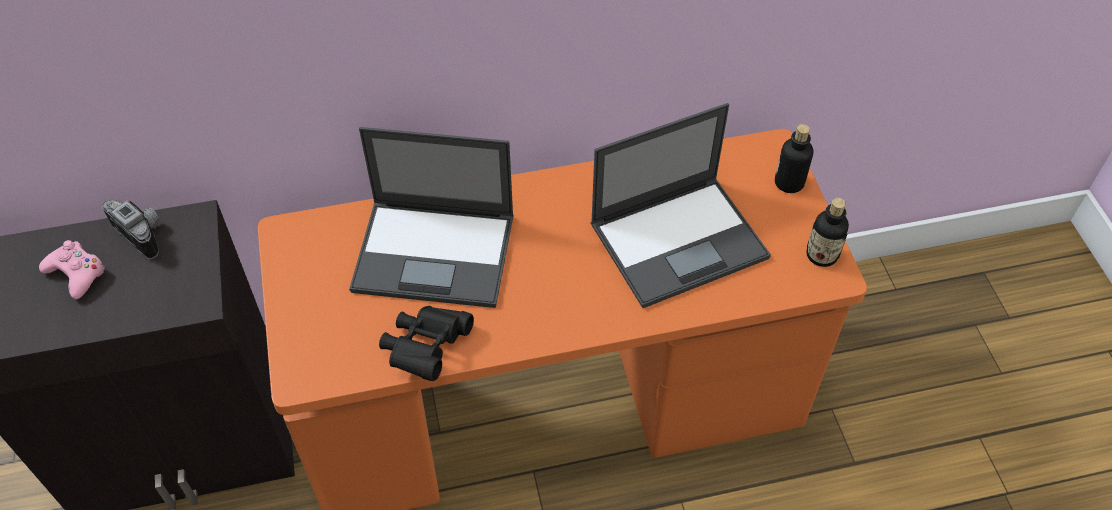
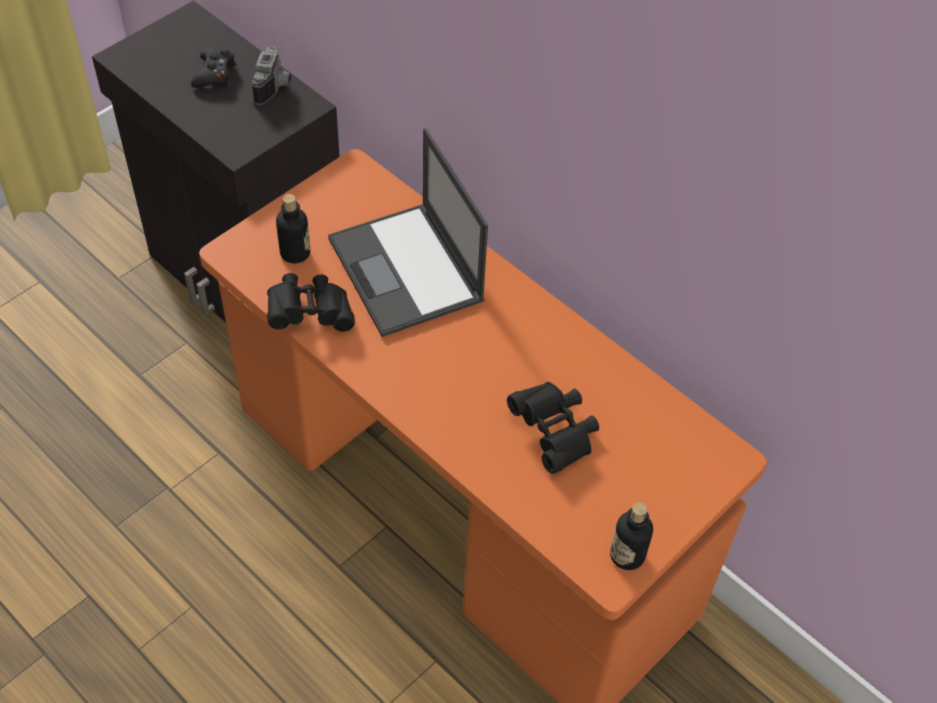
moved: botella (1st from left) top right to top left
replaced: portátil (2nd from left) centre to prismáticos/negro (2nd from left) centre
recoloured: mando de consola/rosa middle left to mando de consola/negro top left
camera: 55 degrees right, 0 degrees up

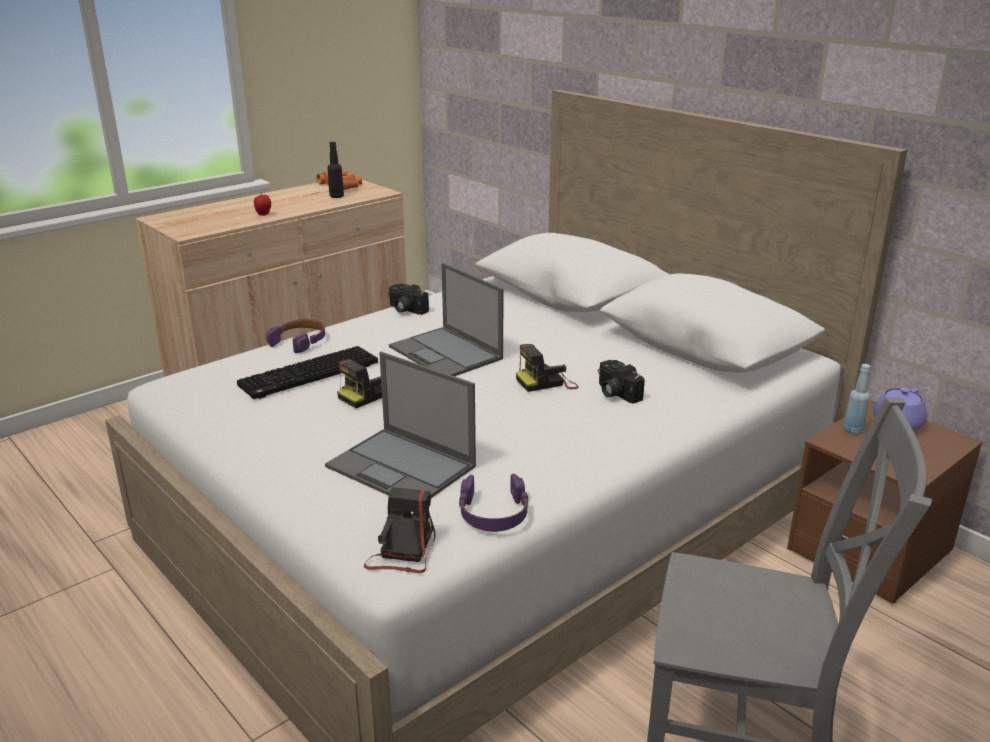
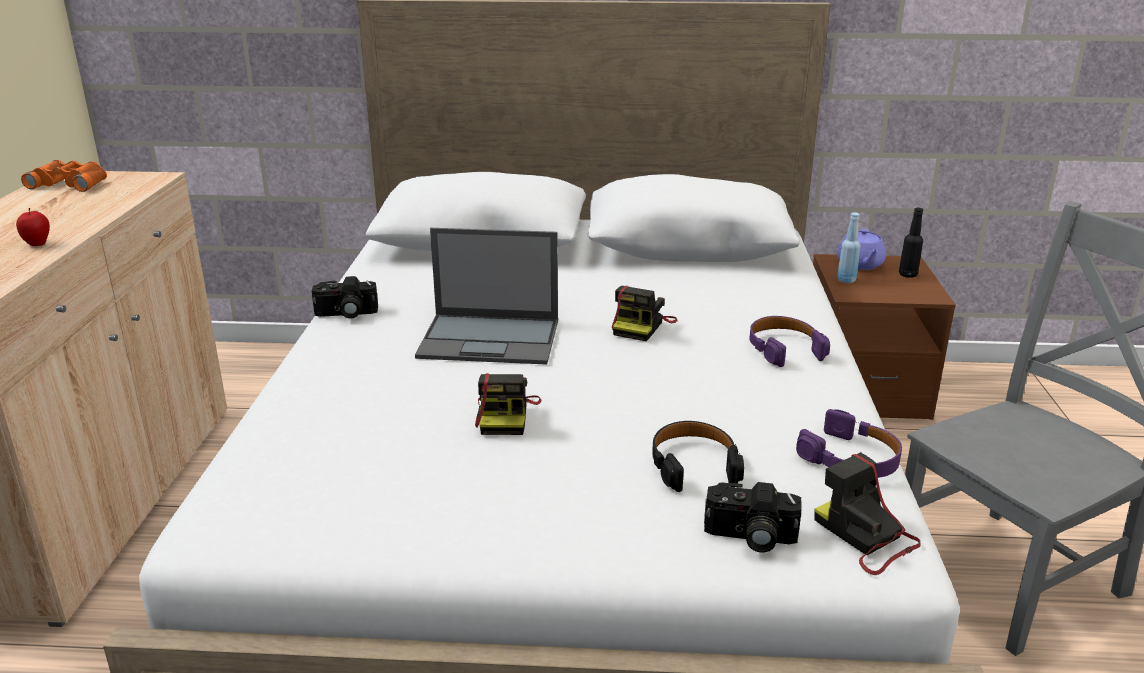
removed: teclado middle left
moved: auriculares/morado (1st from left) middle left to middle right; botella/negro top centre to middle right; cámara (5th from left in the first image) centre to cámara (4th from left) bottom centre
replaced: portátil (1st from left) centre to auriculares/negro bottom centre
camera: 45 degrees left, 0 degrees up

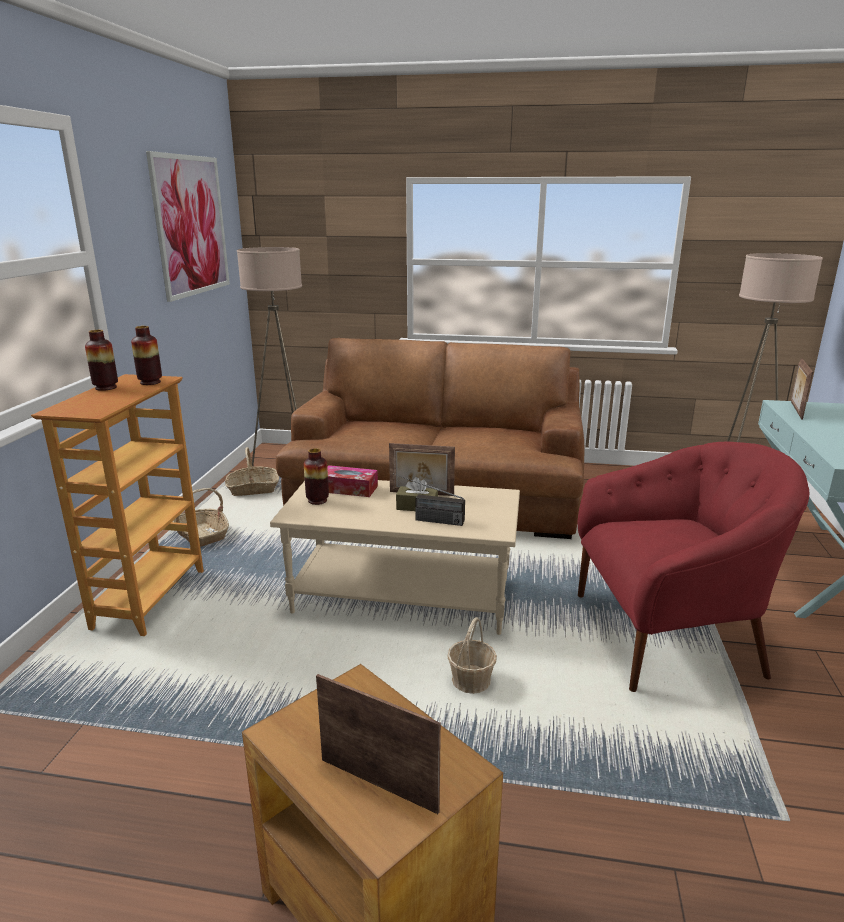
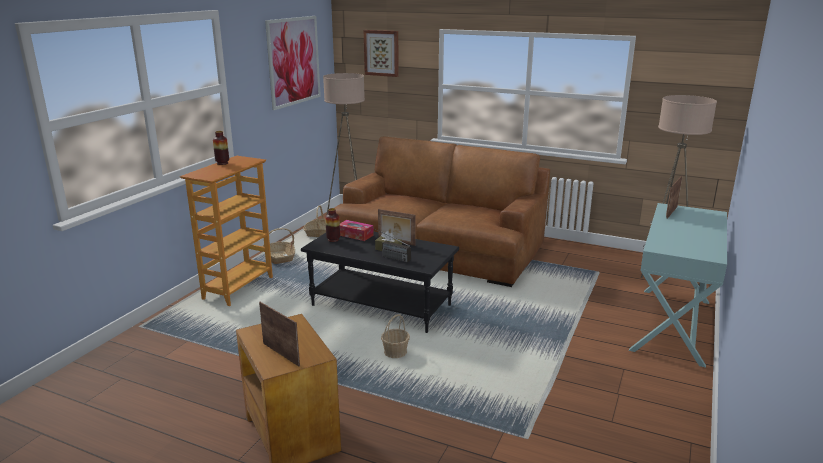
removed: florero (2nd from left) middle left; sillón/rojo middle right
added: cuadro (2nd from left) top centre
recoloured: mesa de centro/beis centre to mesa de centro/negro centre
camera: 15 degrees right, 0 degrees up

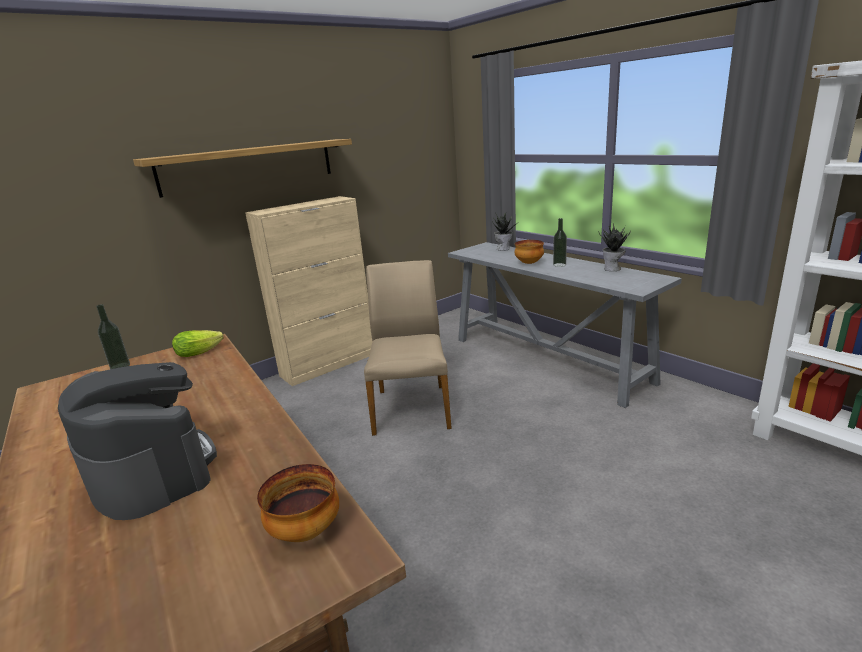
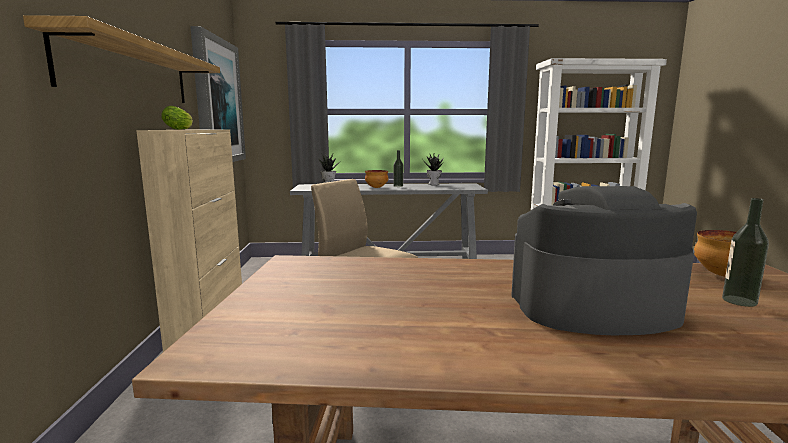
added: cuadro top left
moved: botella (1st from left in the first image) middle left to botella (2nd from left) middle right; lechuga middle left to top left
camera: 55 degrees left, 10 degrees down

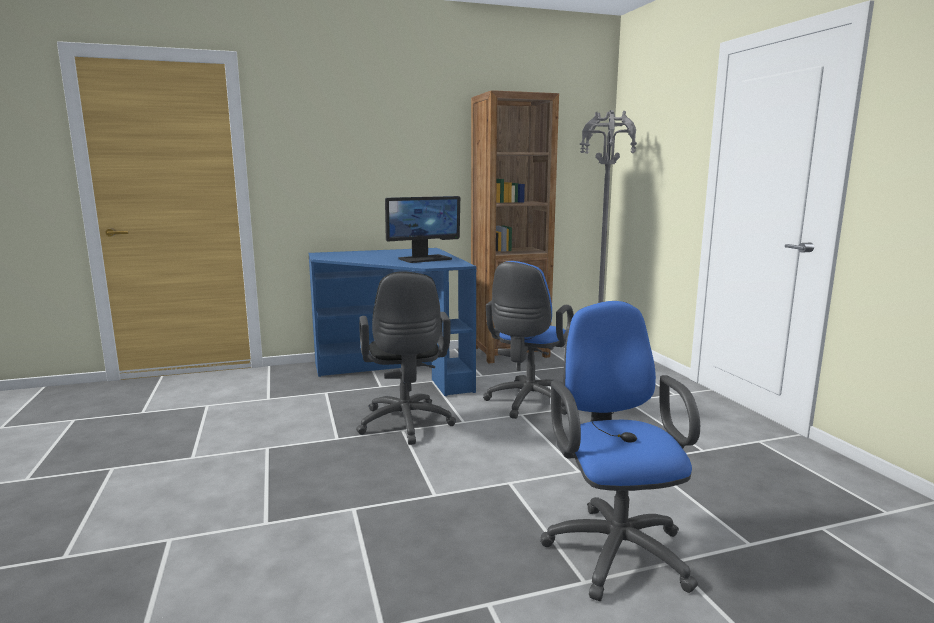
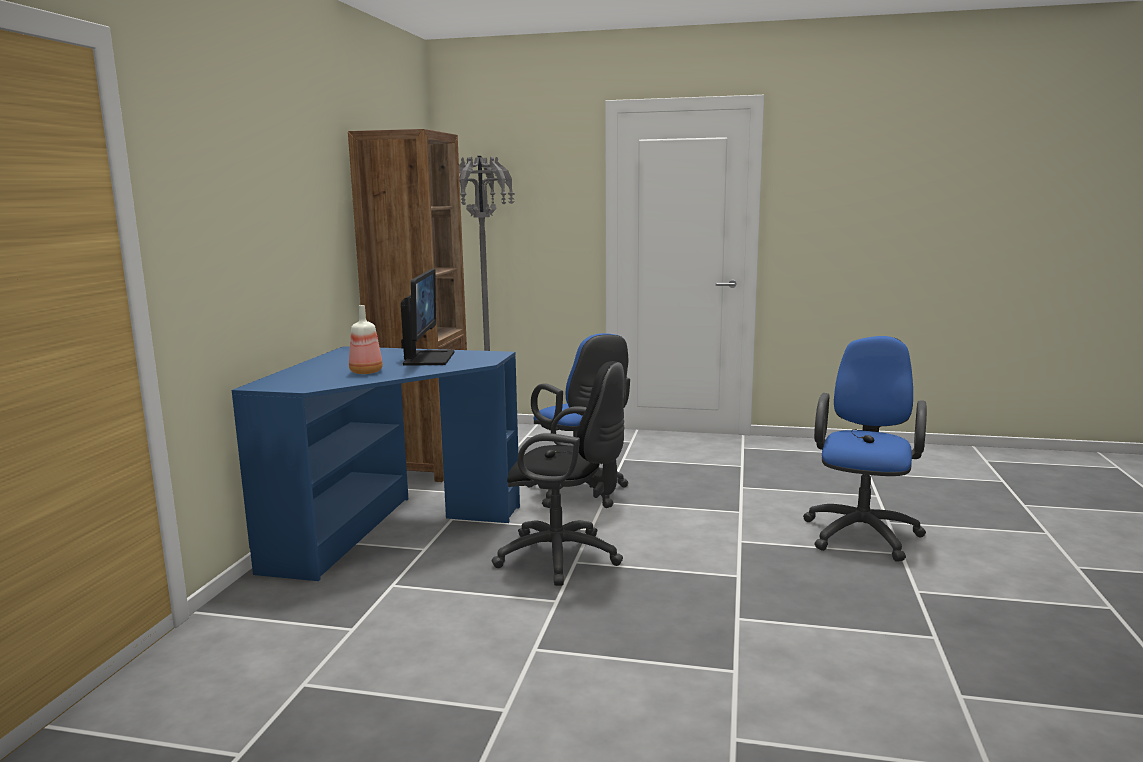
added: botella middle left
turned: silla de oficina/azul (2nd from left) bottom centre = middle right 90 degrees clockwise
camera: 60 degrees left, 0 degrees up

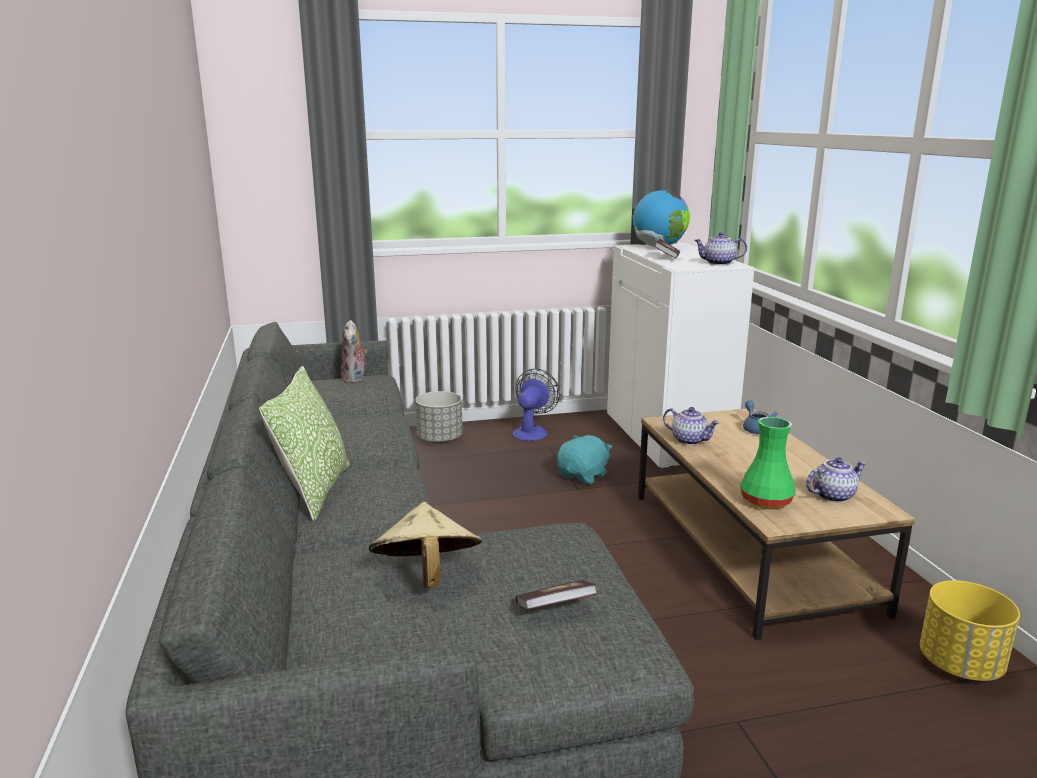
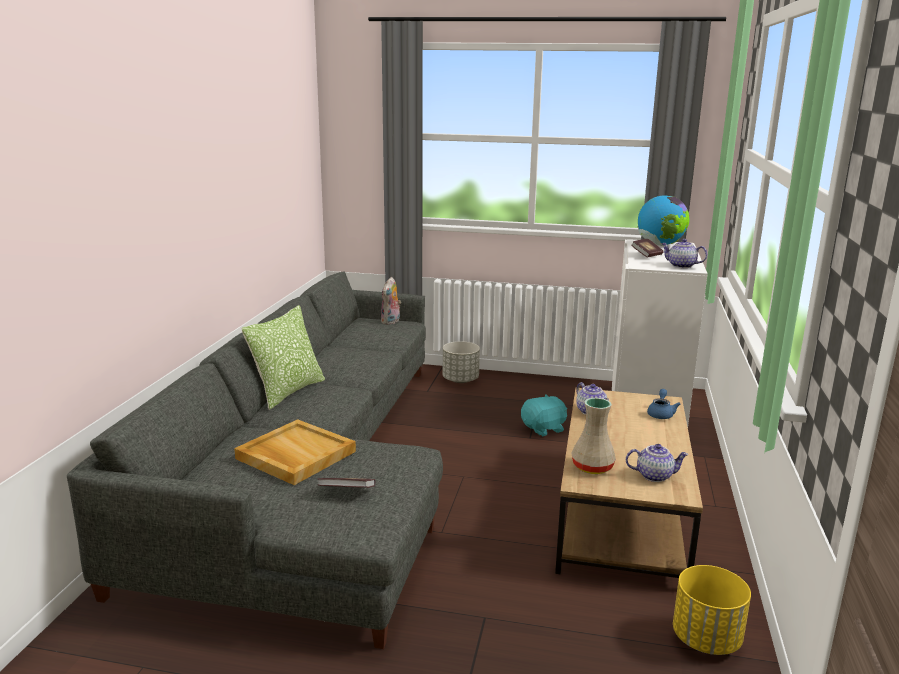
removed: ventilador centre
replaced: sombrero/beis bottom centre to bandeja/beis bottom left
recoloured: florero/verde middle right to florero/beis centre
camera: 25 degrees right, 0 degrees up

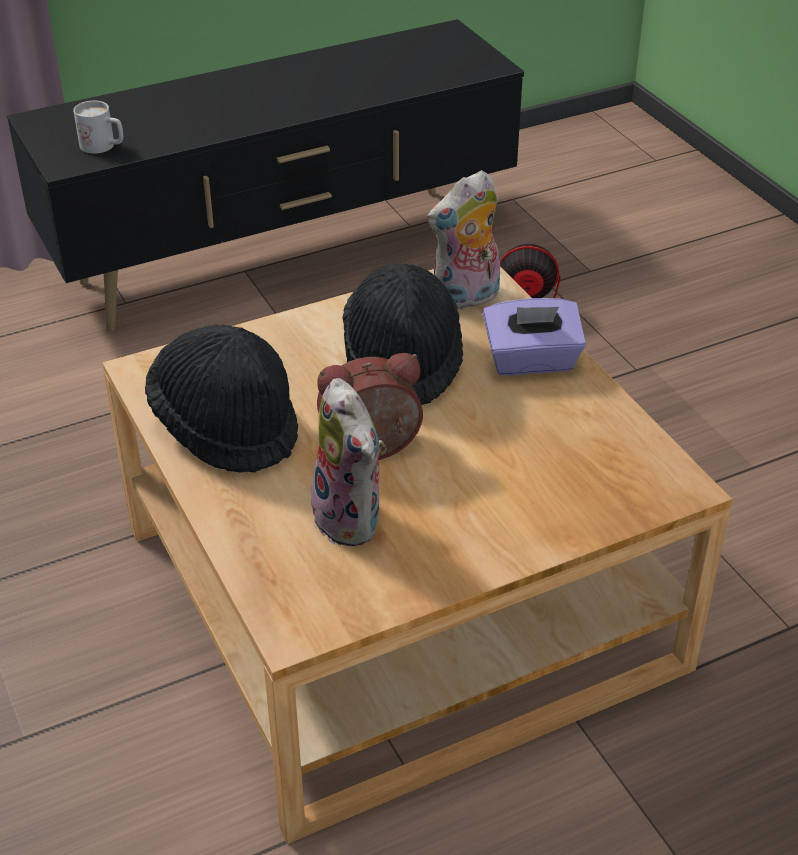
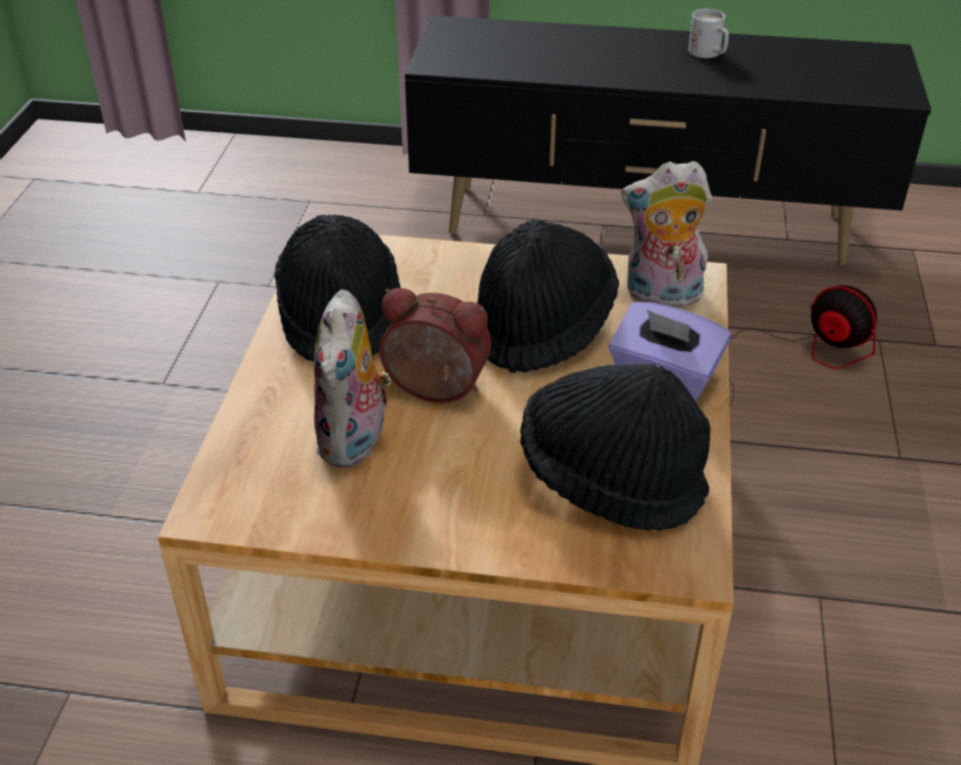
added: sombrero/negro (3rd from left) centre
moved: taza grande/blanco top left to top right
camera: 35 degrees right, 0 degrees up

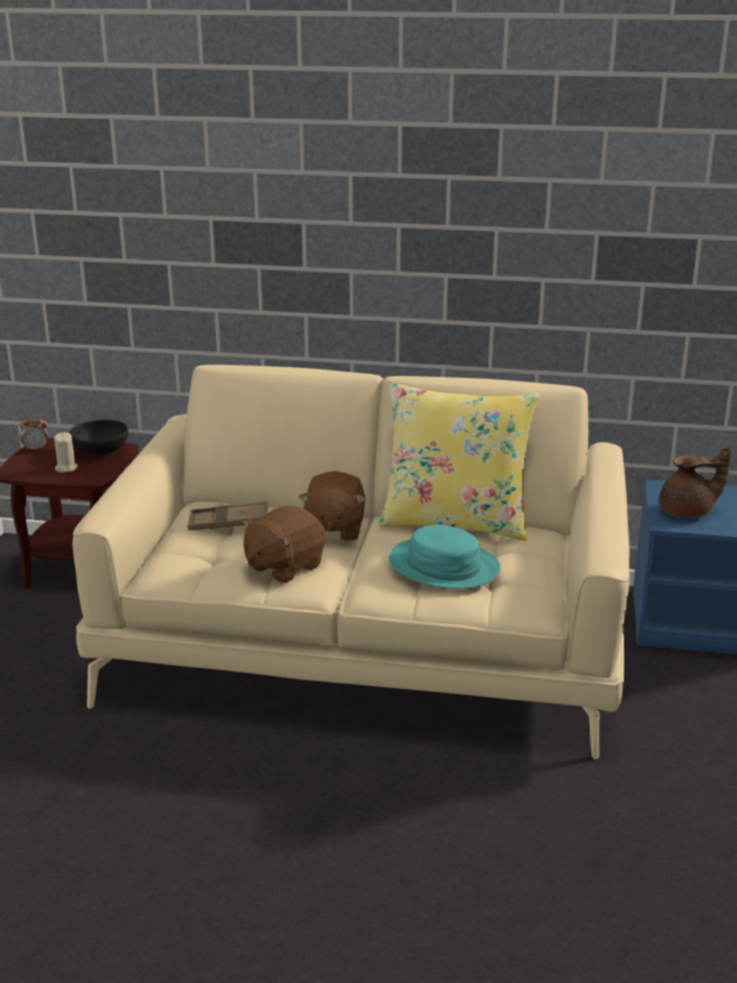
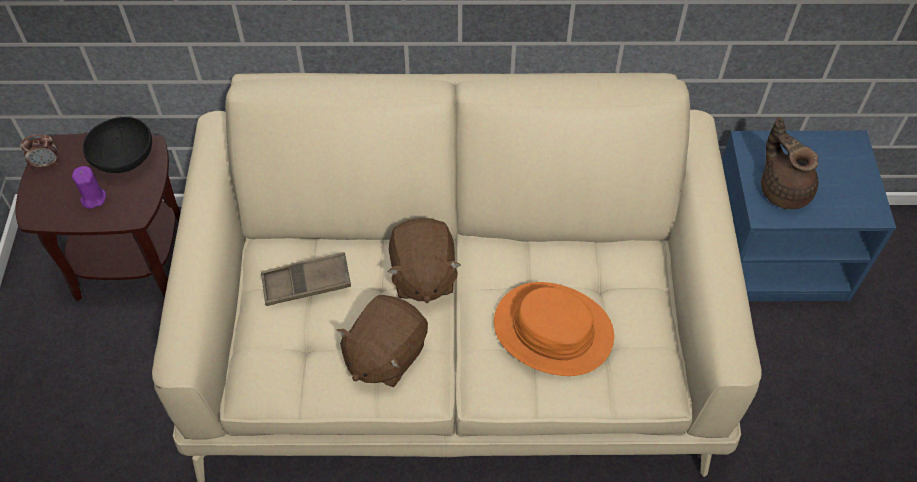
removed: cojín/amarillo centre
recoloured: vela/beis middle left to vela/morado middle left; sombrero/turquesa centre to sombrero/naranja bottom centre
turned: tetera/marrón middle right = middle right 105 degrees counterclockwise
camera: 10 degrees left, 30 degrees up

